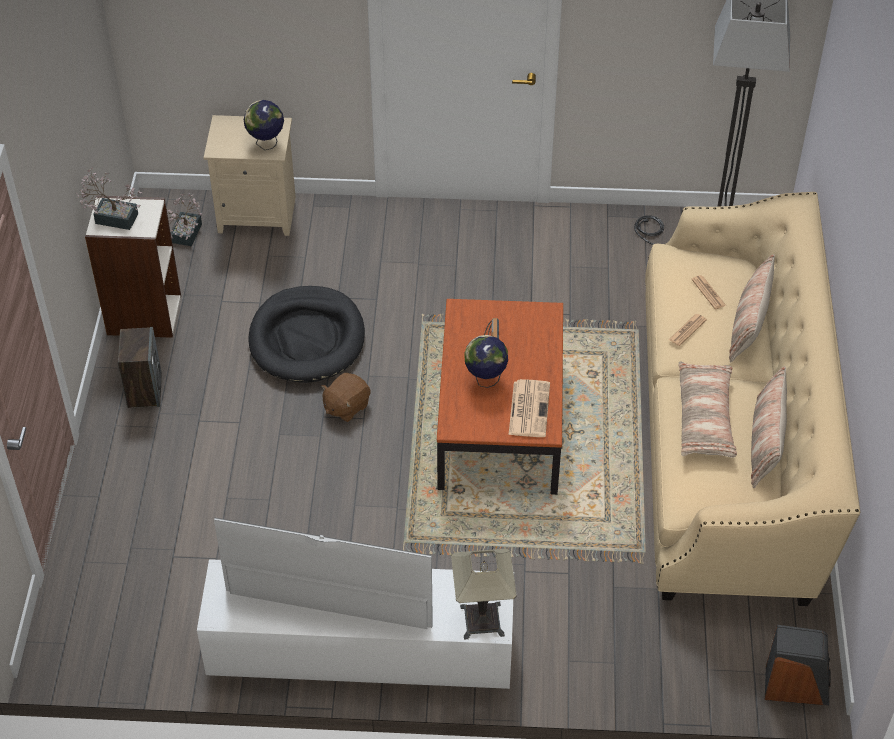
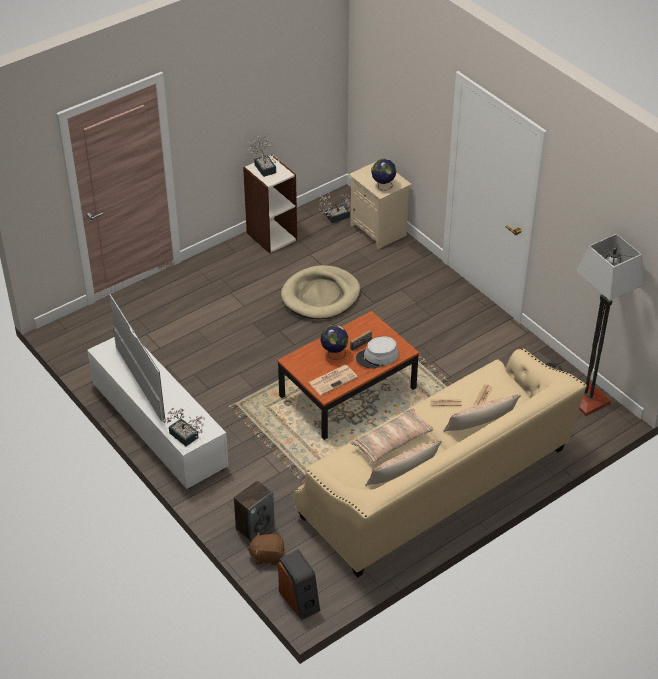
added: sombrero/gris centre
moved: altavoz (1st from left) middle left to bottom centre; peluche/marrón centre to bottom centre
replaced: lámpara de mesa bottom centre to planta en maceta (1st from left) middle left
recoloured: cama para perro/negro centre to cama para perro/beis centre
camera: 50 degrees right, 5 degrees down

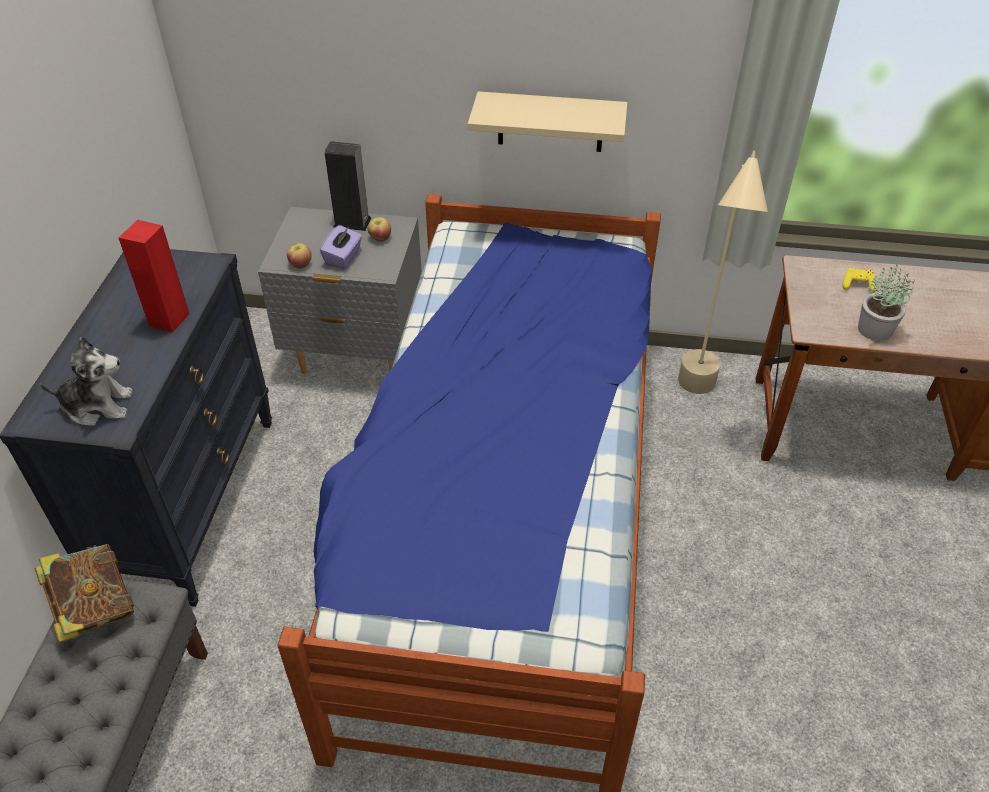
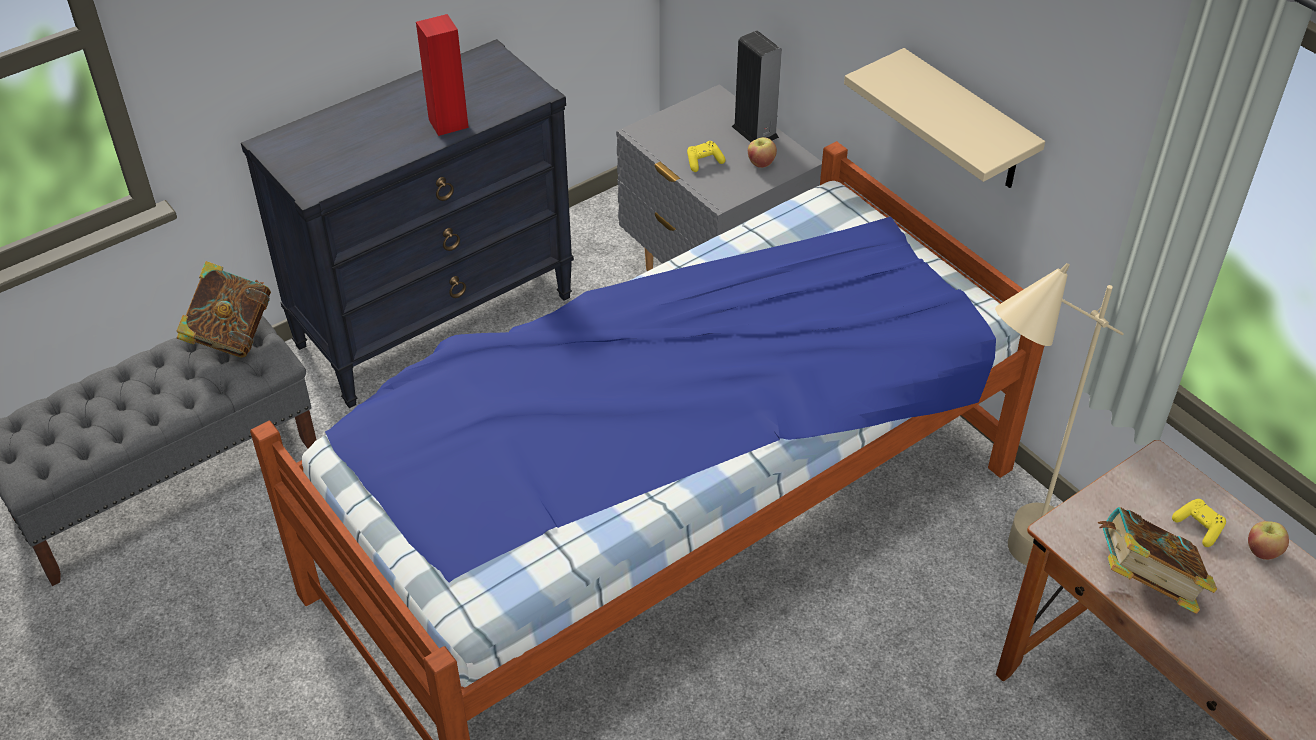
removed: peluche middle left
moved: manzana (1st from left in the first image) top left to manzana (2nd from left) bottom right
replaced: caja de pañuelos/morado top centre to mando de consola/amarillo (1st from left) top centre; planta en maceta middle right to libro (2nd from left) bottom right
camera: 45 degrees right, 0 degrees up

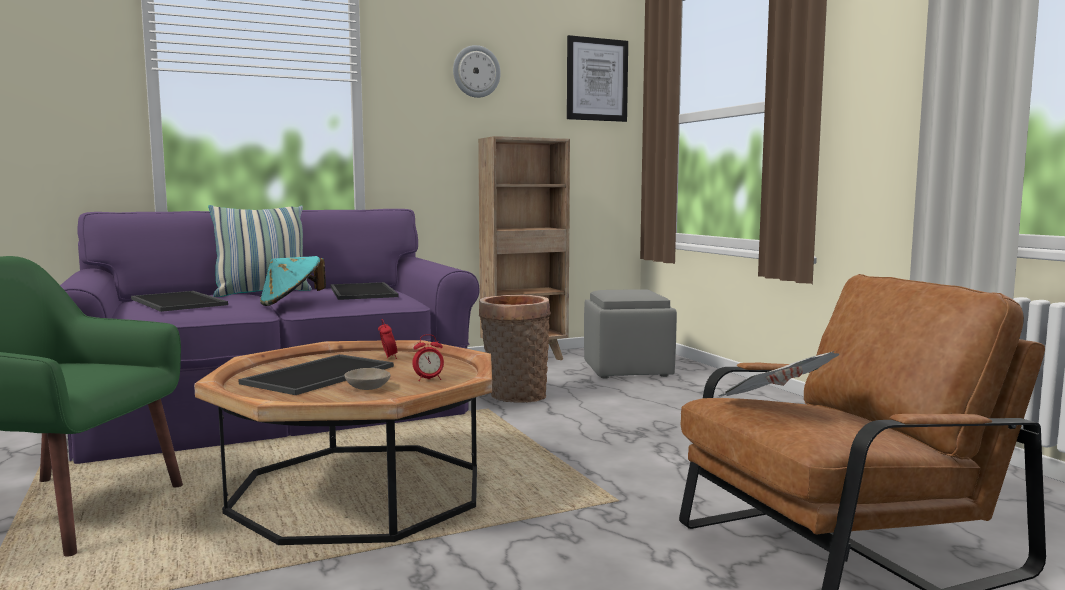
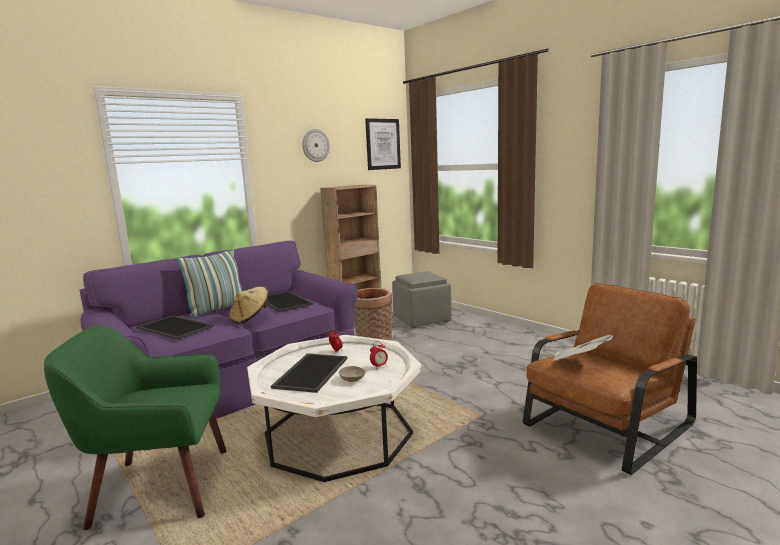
recoloured: mesa de centro/marrón bottom left to mesa de centro/blanco bottom centre; sombrero/turquesa middle left to sombrero/beis middle left
camera: 15 degrees left, 5 degrees up

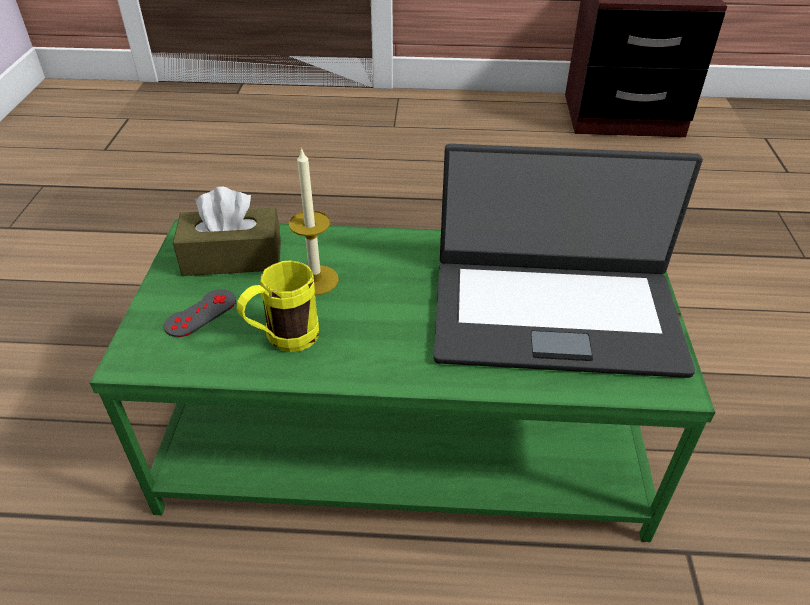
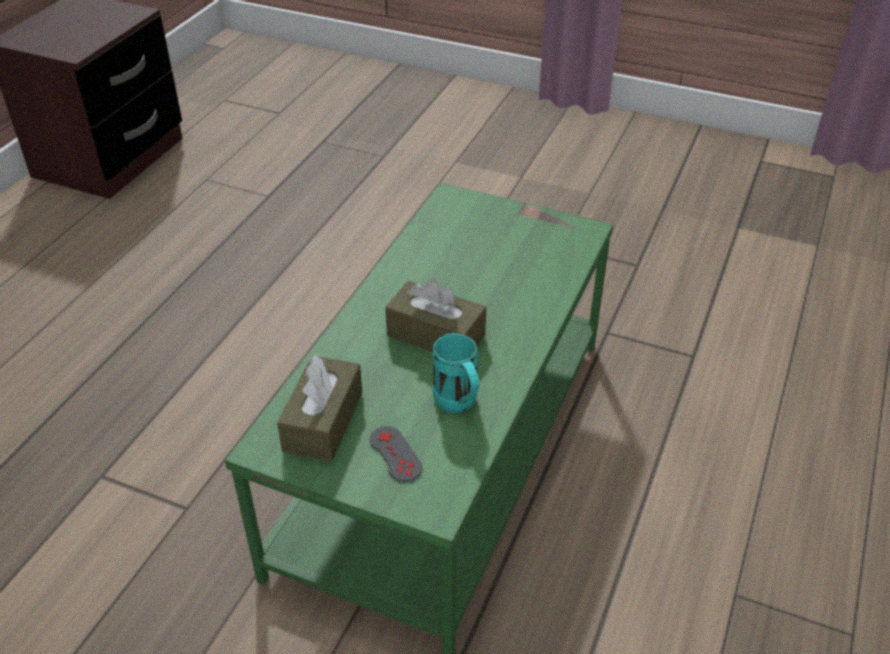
removed: vela centre; portátil middle right
added: caja de pañuelos/marrón (2nd from left) centre
recoloured: taza grande/amarillo centre to taza grande/turquesa centre
camera: 70 degrees left, 0 degrees up

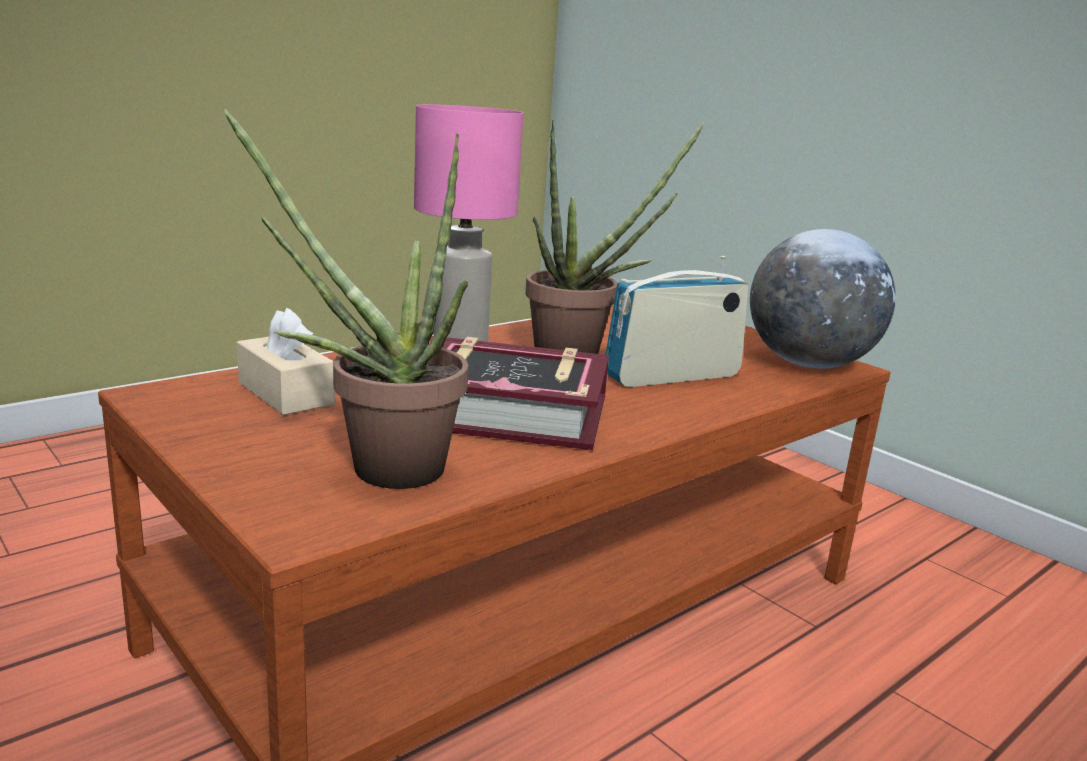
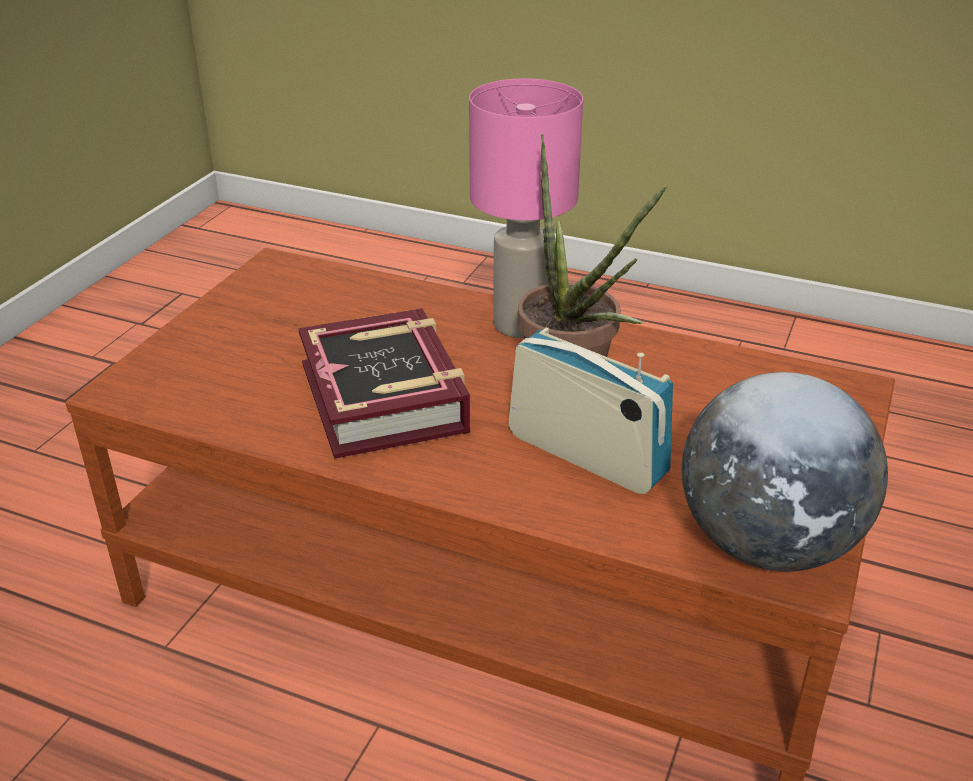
removed: planta en maceta (1st from left) middle left; caja de pañuelos/beis middle left
camera: 65 degrees right, 15 degrees up

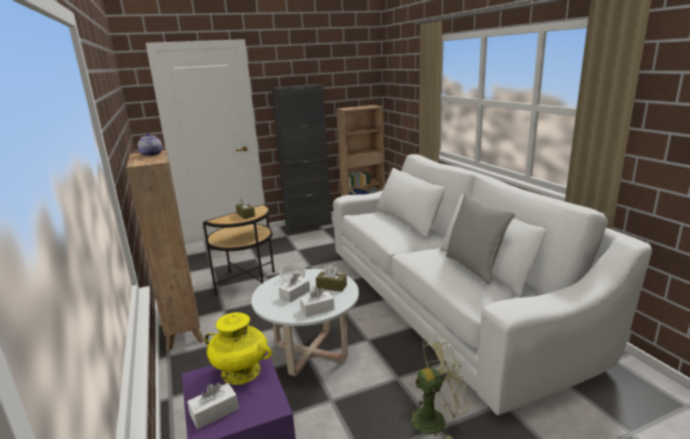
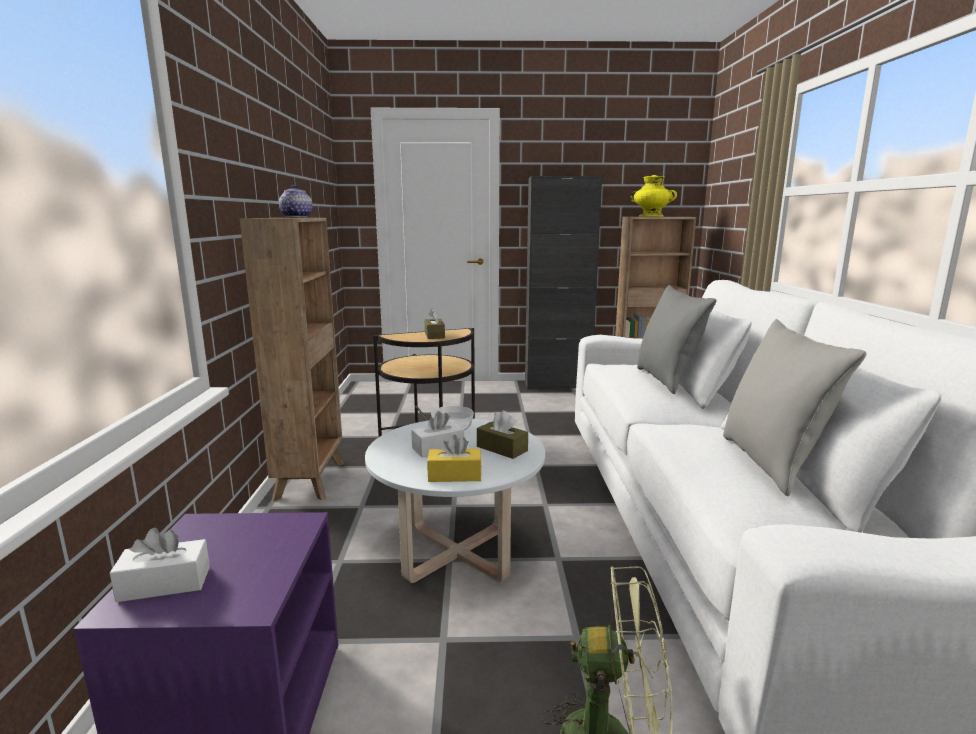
added: cojín/gris (1st from left) middle right
moved: florero/amarillo bottom centre to top right
recoloured: caja de pañuelos/blanco (3rd from left) bottom centre to caja de pañuelos/amarillo centre
camera: 20 degrees right, 5 degrees down

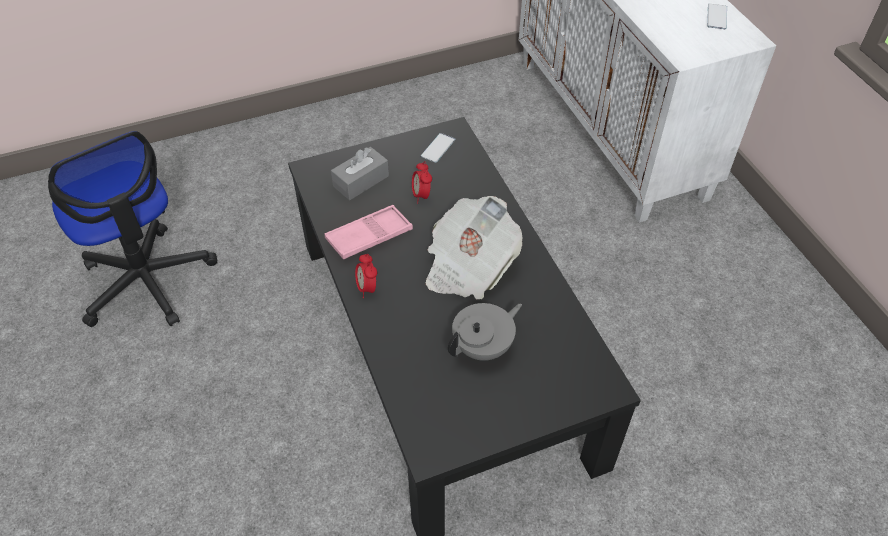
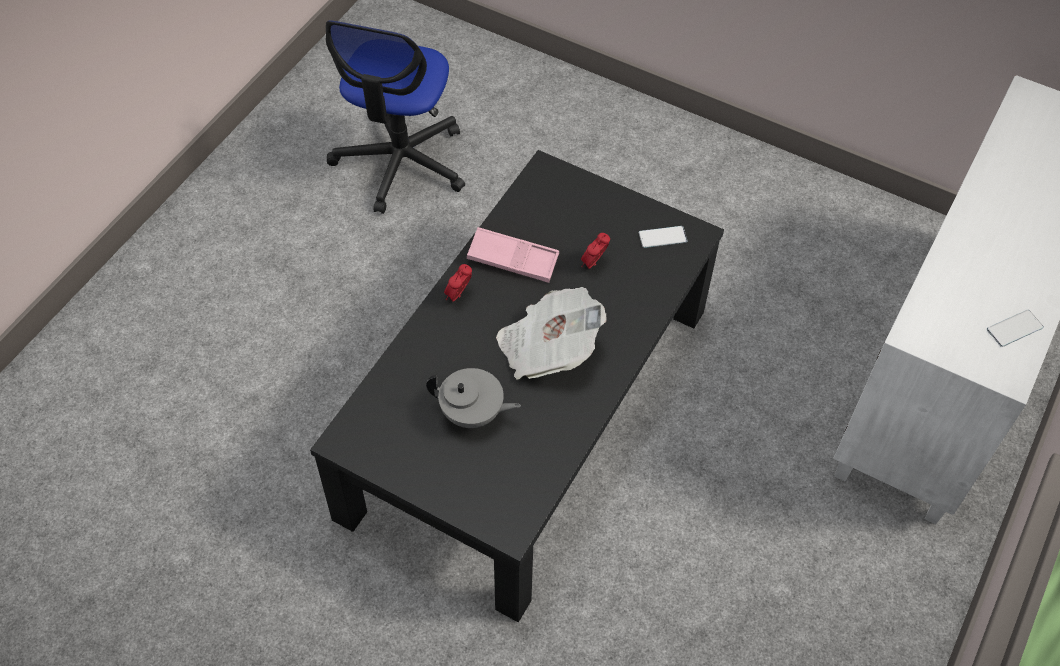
removed: caja de pañuelos/gris top centre
camera: 50 degrees right, 5 degrees up

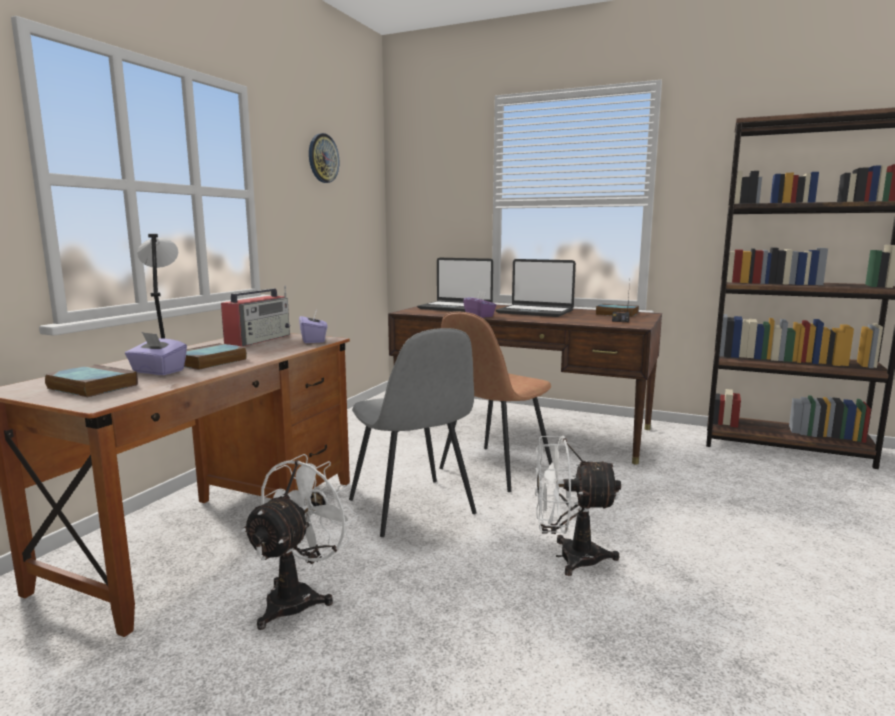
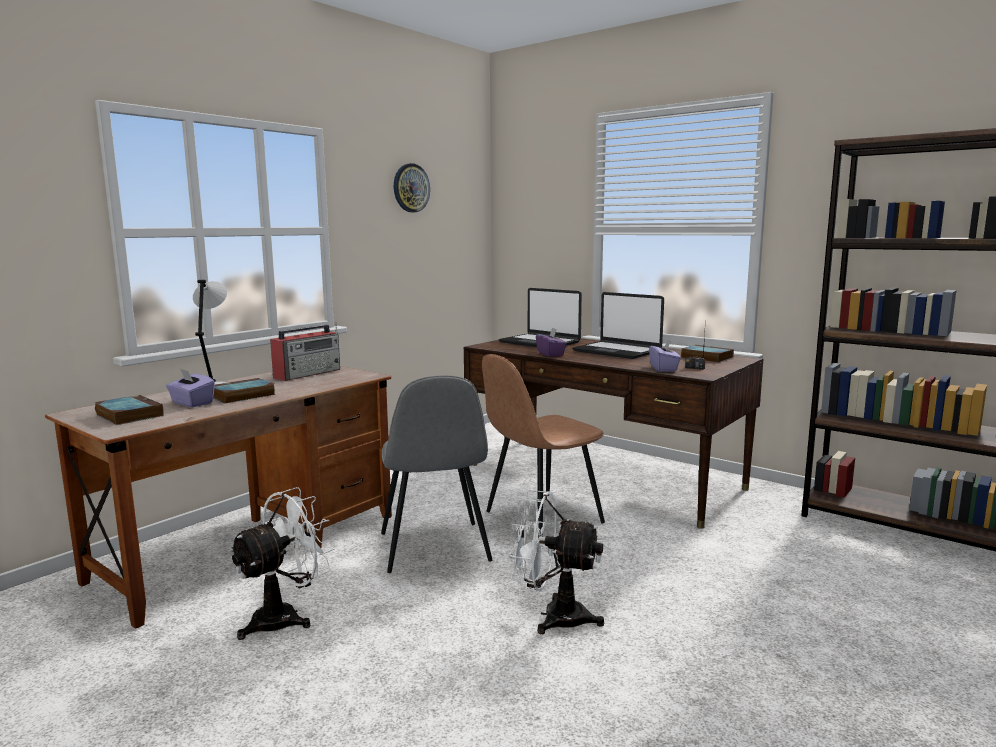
moved: caja de pañuelos/morado (2nd from left in the first image) centre to caja de pañuelos/morado (3rd from left) middle right
camera: 15 degrees right, 0 degrees up

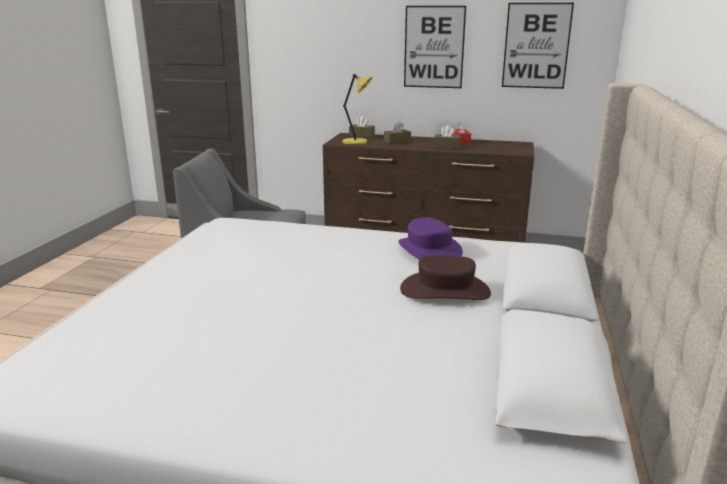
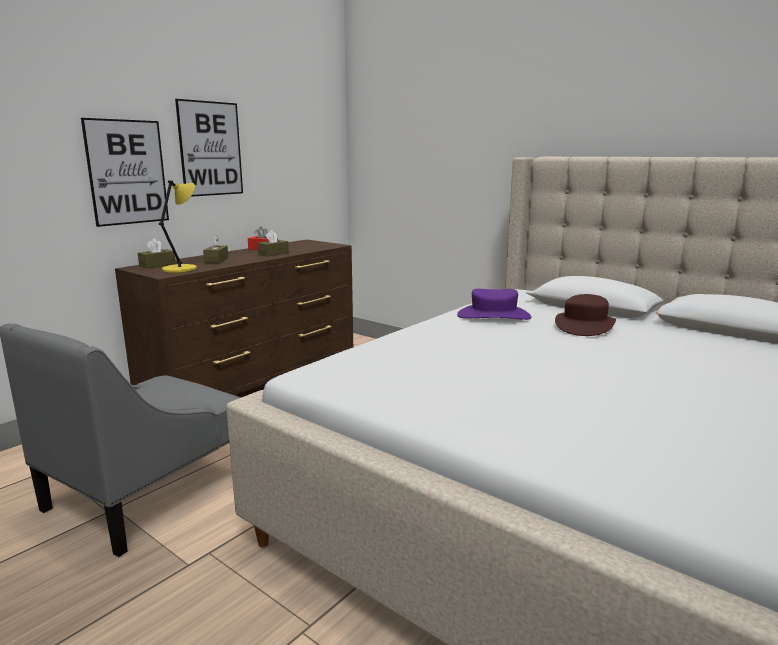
moved: cuadro (2nd from left in the first image) top right to cuadro (1st from left) top left
camera: 65 degrees left, 5 degrees down

